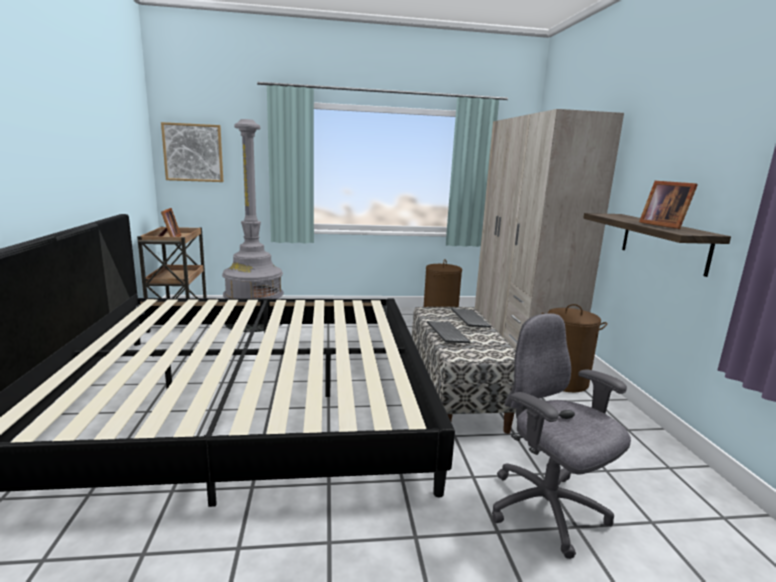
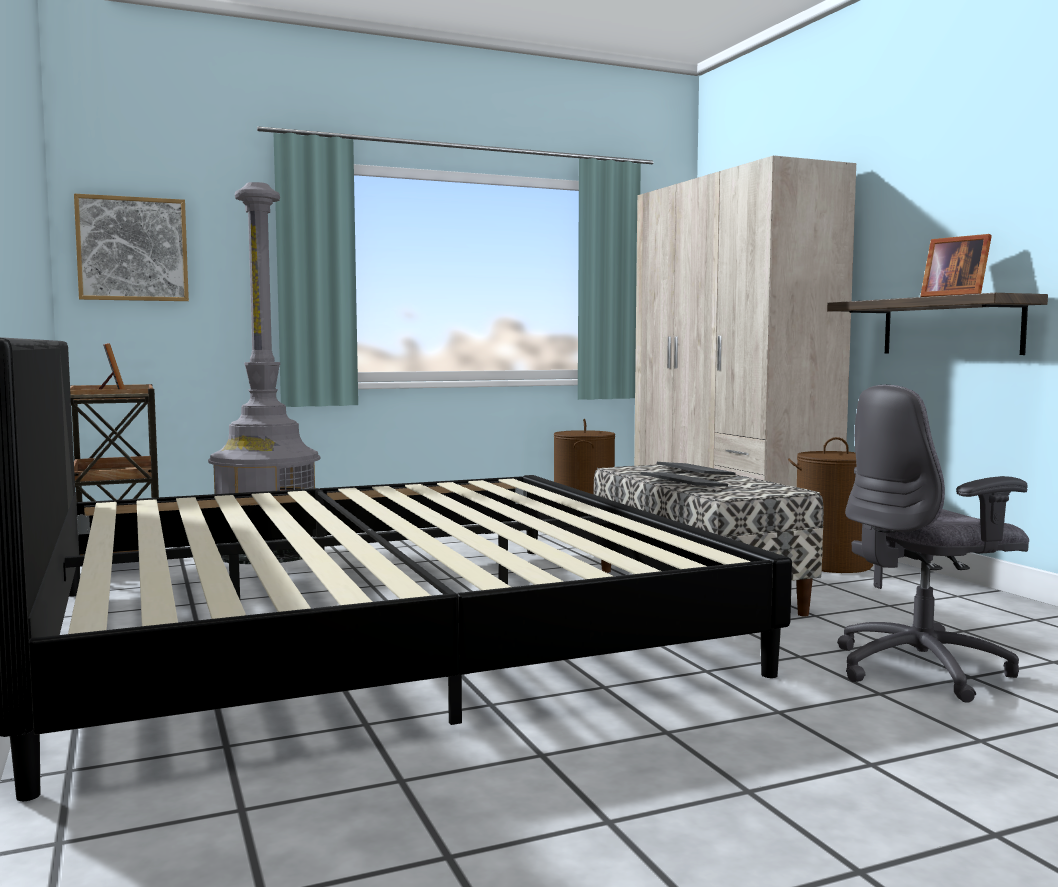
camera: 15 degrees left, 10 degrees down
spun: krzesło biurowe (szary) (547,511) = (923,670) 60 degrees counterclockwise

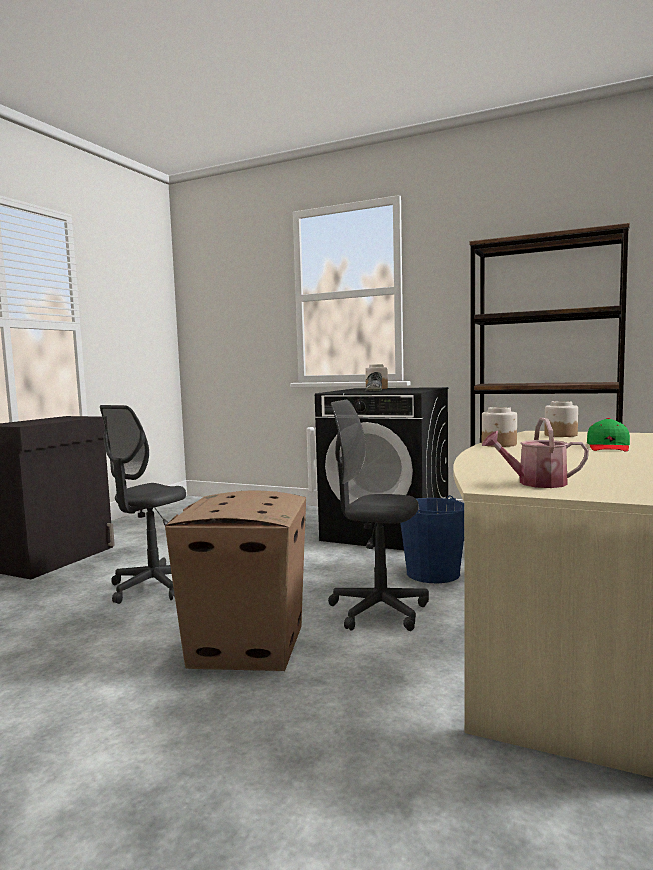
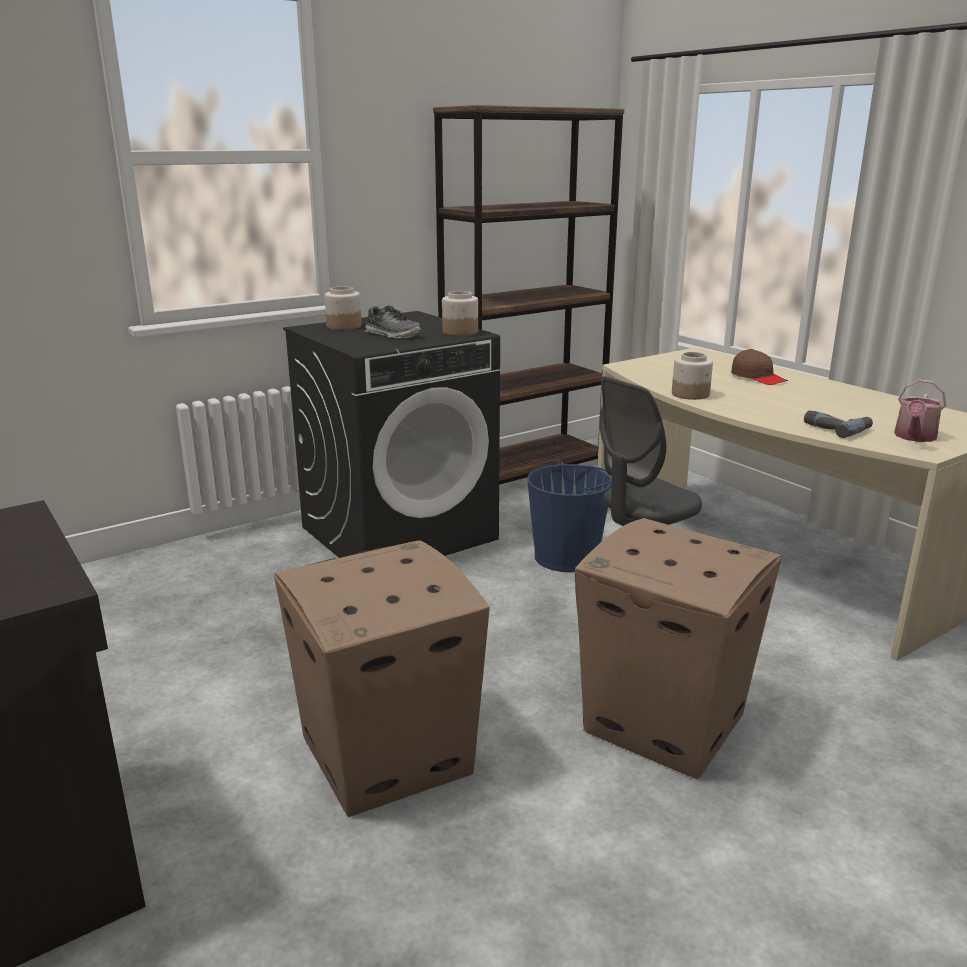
camera: 60 degrees left, 15 degrees up
appeared: wiertarka (836,428)
relocated: słoik (560,435) to (459,332)
exchanged: krzesło biurowe (szary) (153,587) to karton (383,756)
colour: czapka z daszkiem (zielony) (608,447) to czapka z daszkiem (brązowy) (758,377)

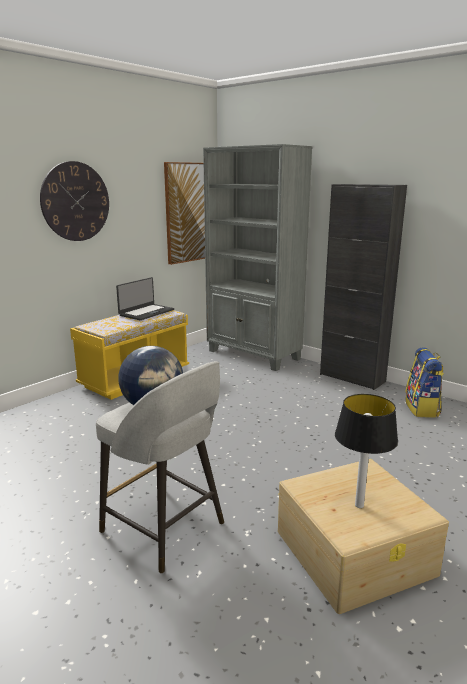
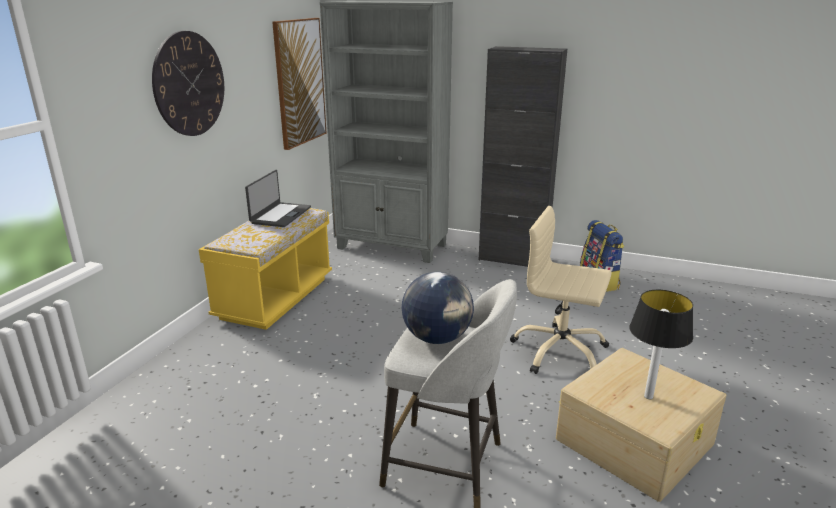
camera: 20 degrees left, 5 degrees up
appeared: krzesło biurowe (beżowy) (559,352)

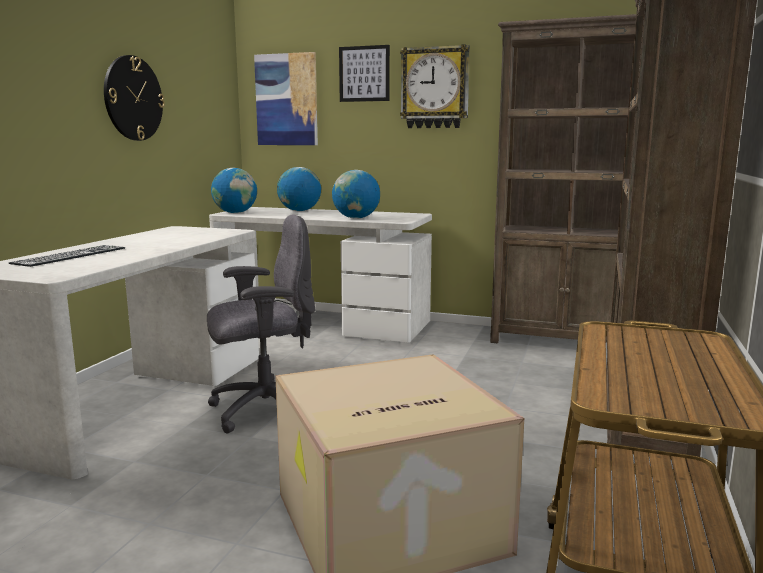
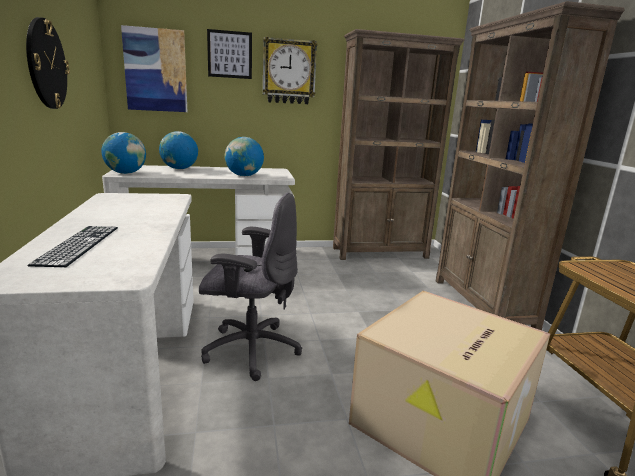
camera: 30 degrees left, 5 degrees up
spun: krzesło biurowe (szary) (264,410) = (250,349) 60 degrees clockwise

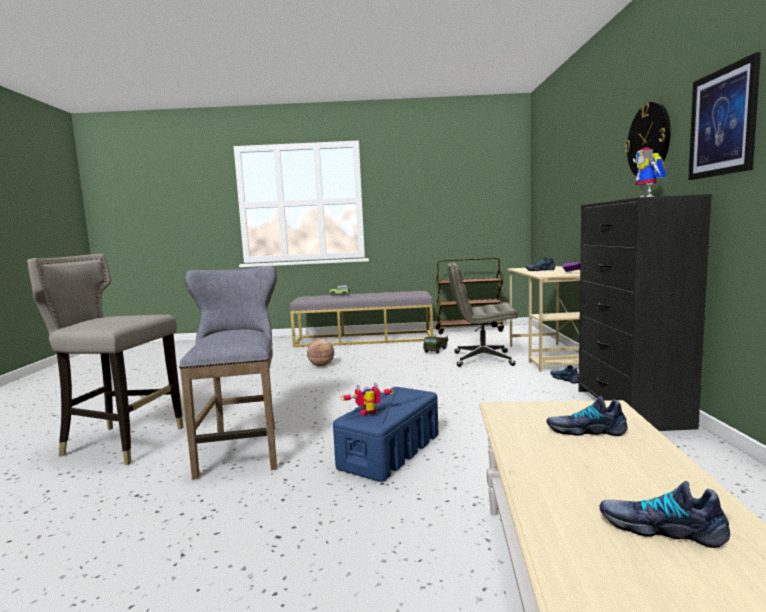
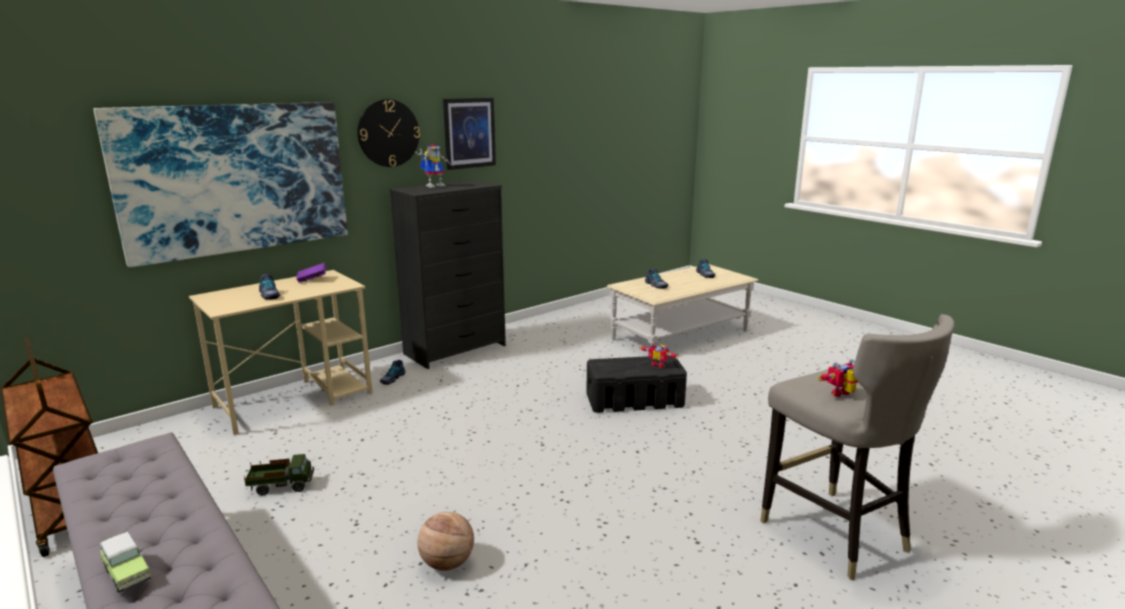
camera: 130 degrees left, 10 degrees up
missing: stołek (szary) (242,448); krzesło biurowe (szary) (482,359)
appeared: obraz (235,179); robot zabawkowy (843,395)
colour: pojemnik do przechowywania (niebieski) (389,451) to pojemnik do przechowywania (czarny) (635,400)

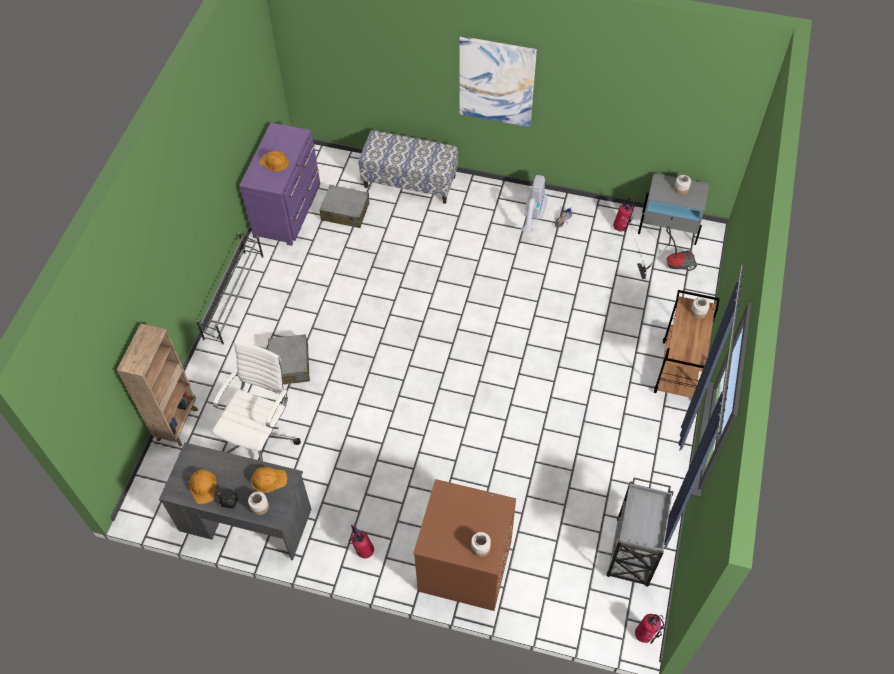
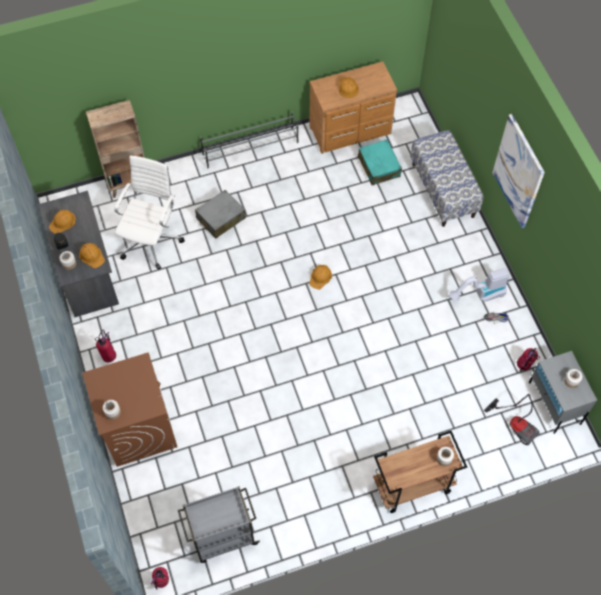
camera: 55 degrees right, 5 degrees up
appeared: kask (pomarańczowy) (320,277)
colour: komoda (fioletowy) (289,210) to komoda (brązowy) (351,131); walizka (szary) (345,212) to walizka (turkusowy) (379,166)
spun: krzesło biurowe (biały) (261,438) = (151,239) 60 degrees counterclockwise

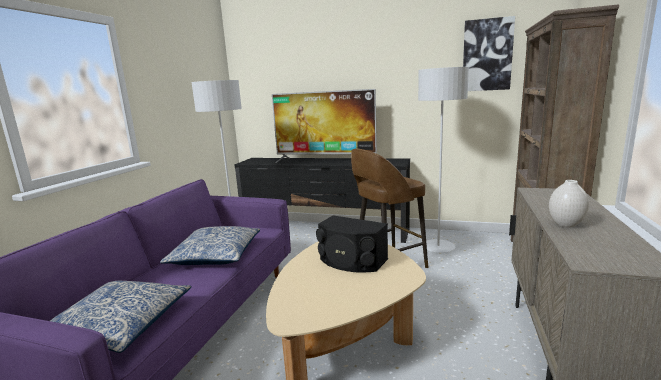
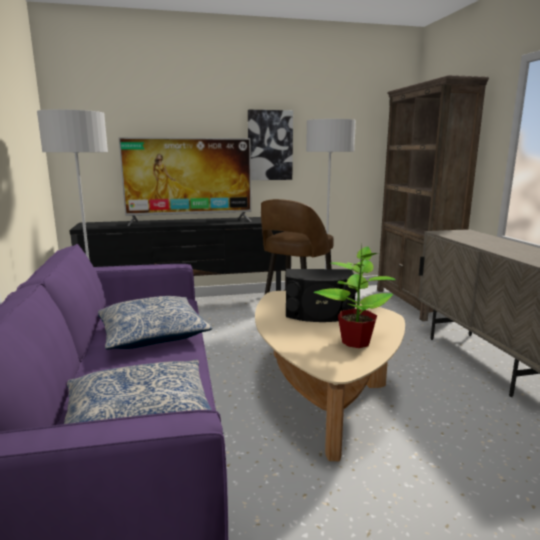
camera: 30 degrees left, 0 degrees up
missing: wazon (biały) (566,225)
appeared: roślina doniczkowa (355,341)
relocated: obraz (487,55) to (270,145)

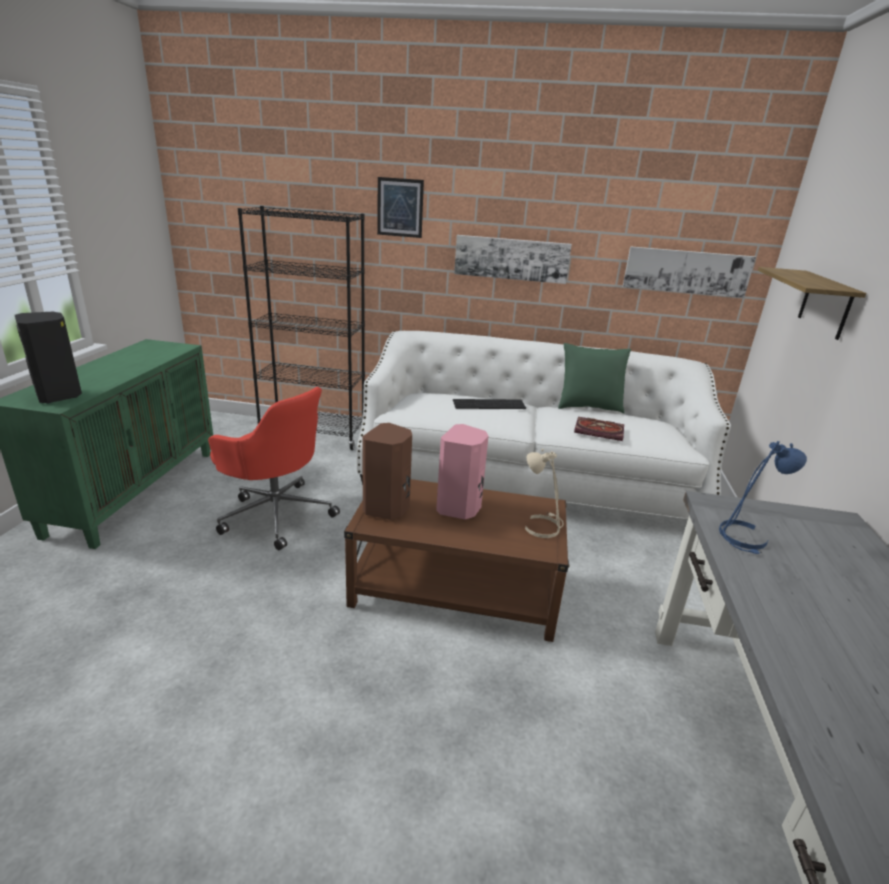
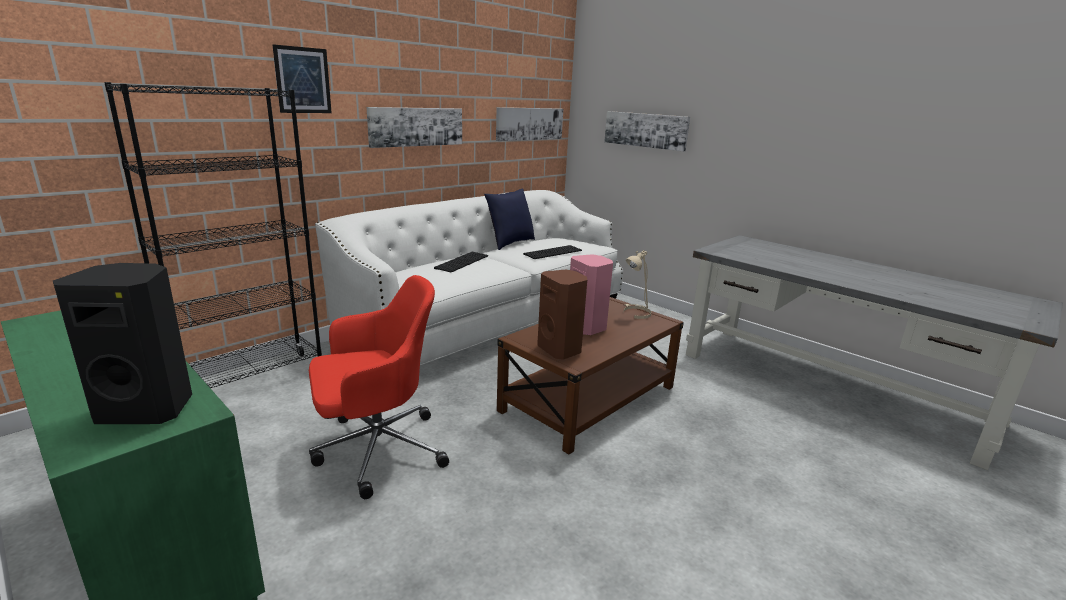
camera: 55 degrees left, 5 degrees down
missing: lampa stołowa (niebieski) (744,538)
exchanged: książka (600,431) to klawiatura (553,252); półka (825,304) to obraz (645,130)
colour: poduszka (zielony) (588,407) to poduszka (niebieski) (510,243)

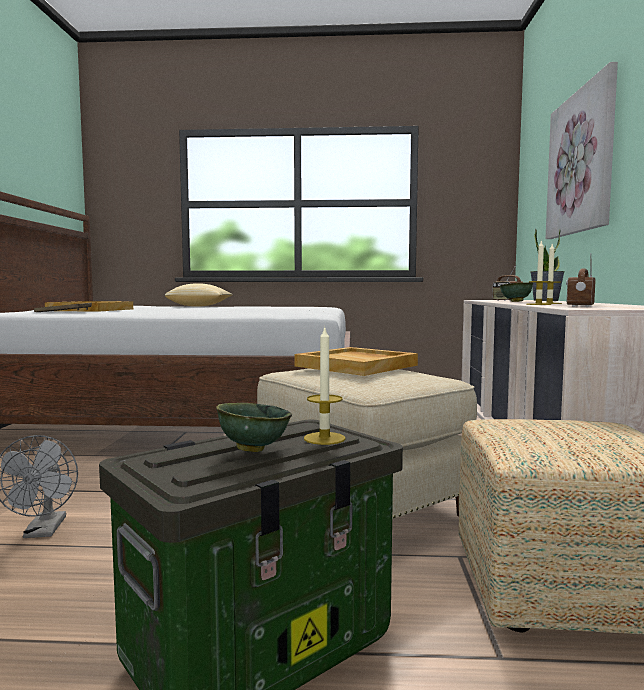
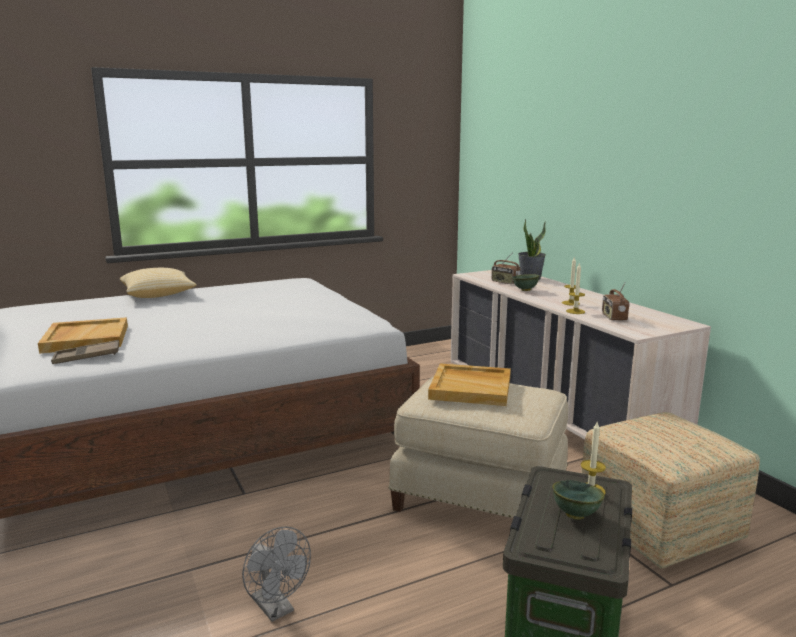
camera: 30 degrees left, 10 degrees up
missing: obraz (580,162)

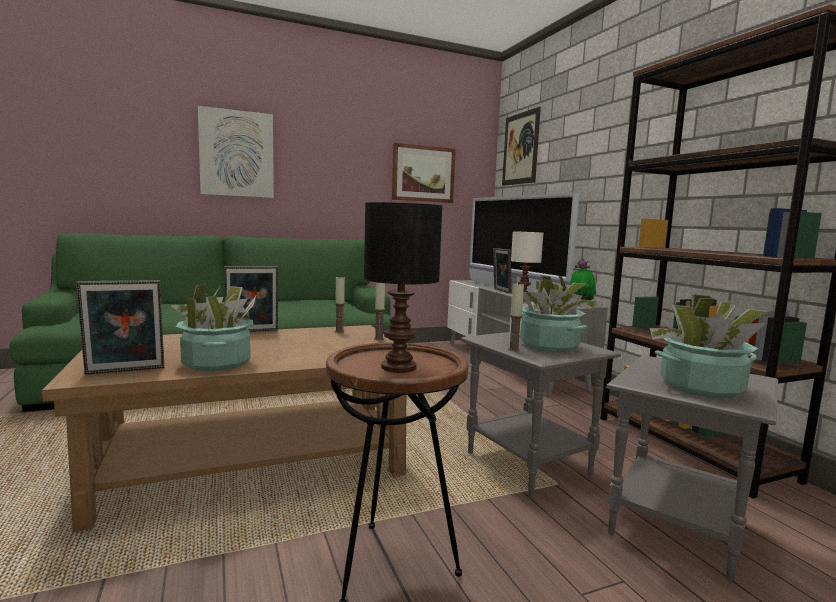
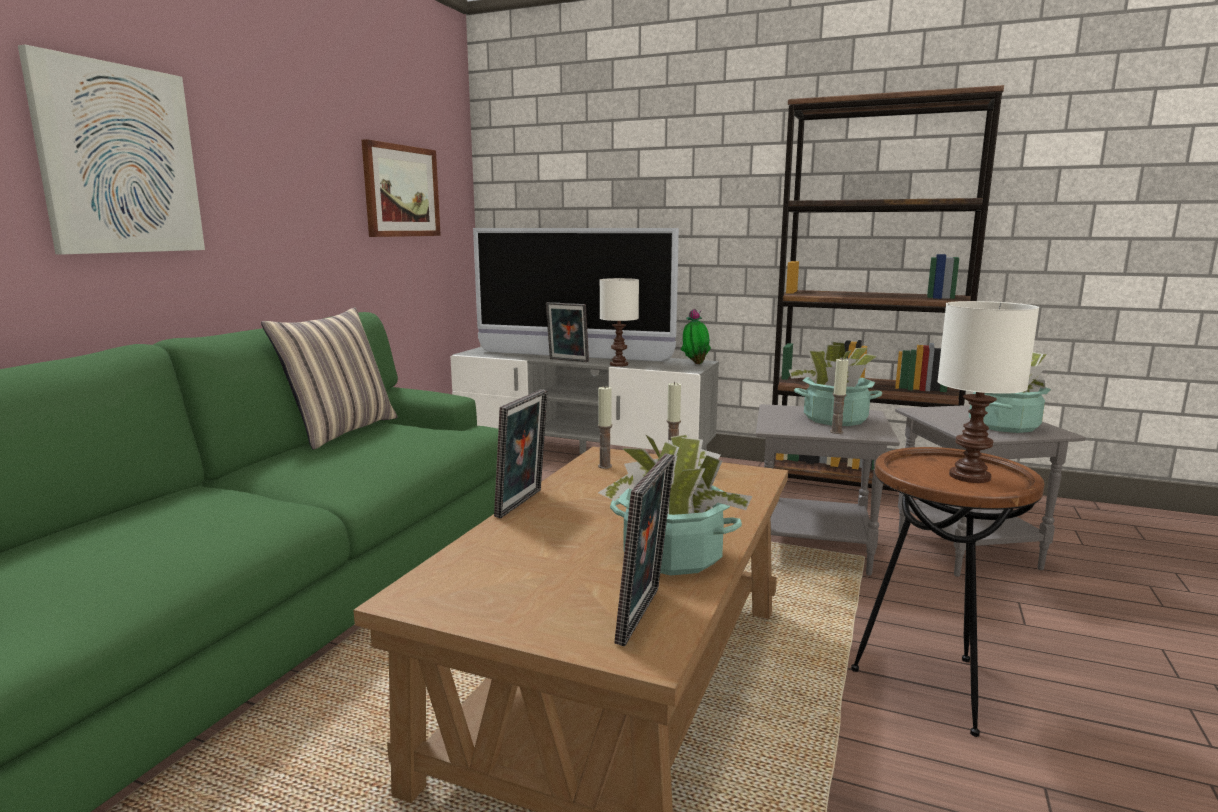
camera: 45 degrees left, 5 degrees up
missing: obraz (520,148)
appeared: poduszka (341,430)
colour: lampa stołowa (czarny) (398,368) to lampa stołowa (biały) (971,477)

